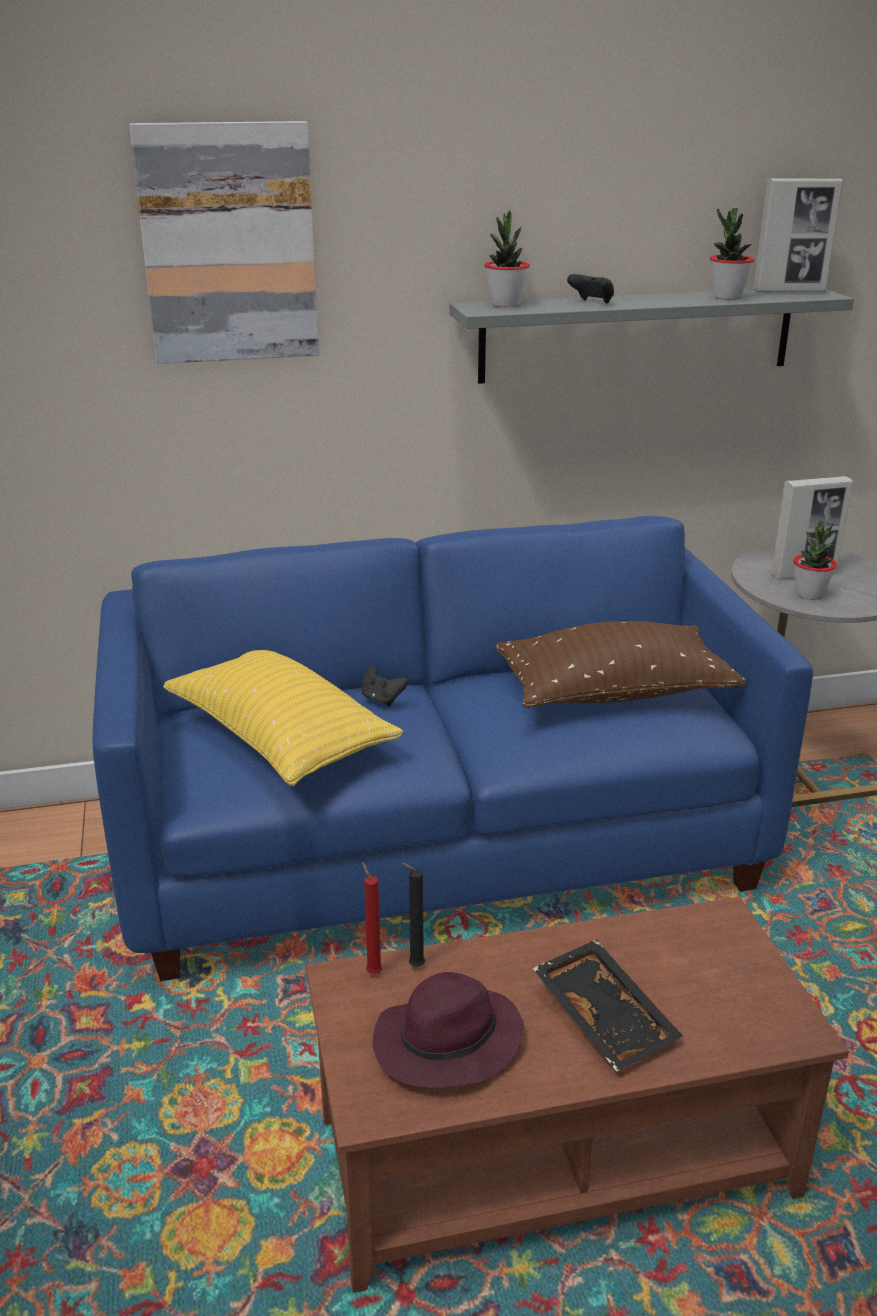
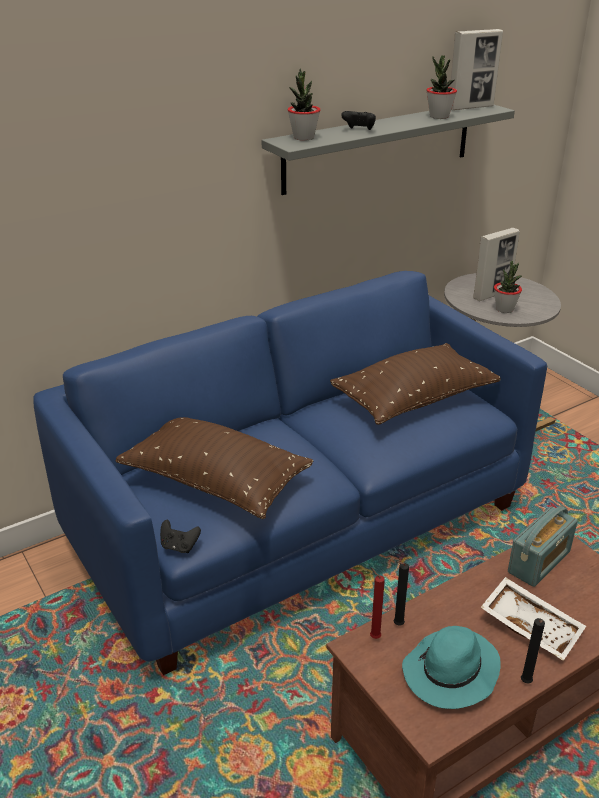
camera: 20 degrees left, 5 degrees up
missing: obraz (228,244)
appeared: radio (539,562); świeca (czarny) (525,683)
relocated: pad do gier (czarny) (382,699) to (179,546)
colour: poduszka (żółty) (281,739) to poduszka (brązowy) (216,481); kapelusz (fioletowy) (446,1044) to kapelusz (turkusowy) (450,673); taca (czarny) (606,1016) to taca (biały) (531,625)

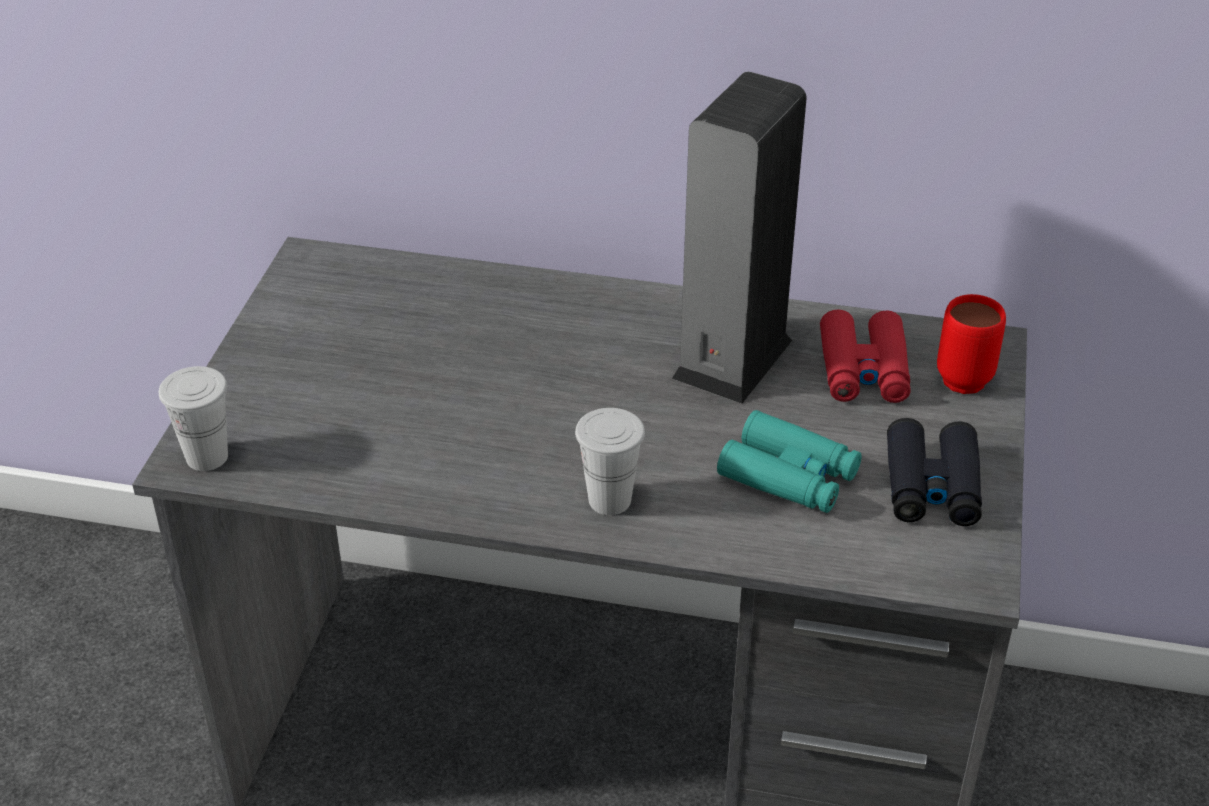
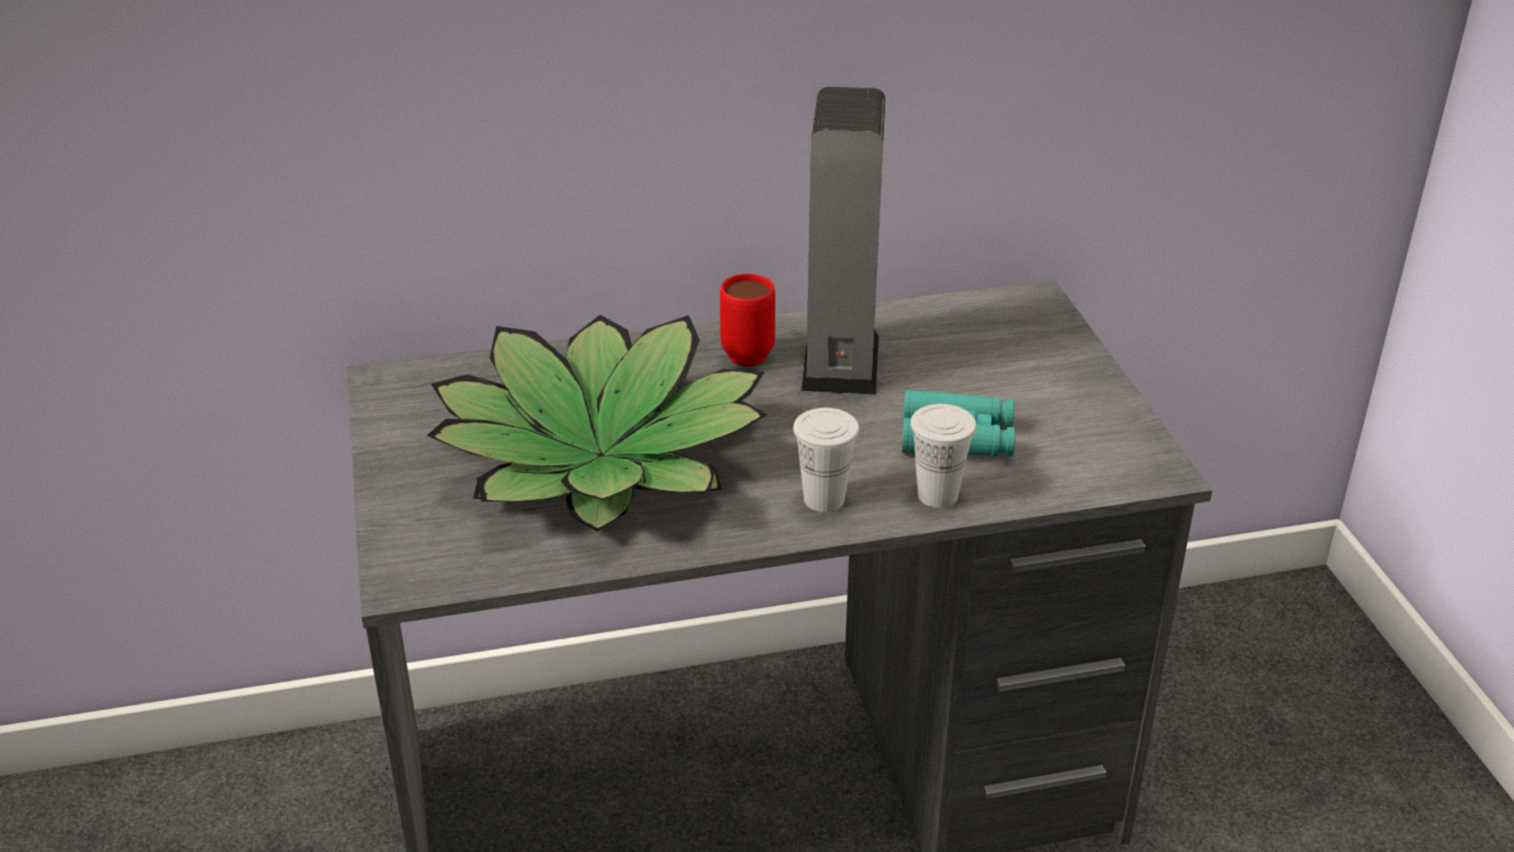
camera: 25 degrees left, 5 degrees down
missing: lornetka (czerwony) (863,370); lornetka (czarny) (932,486)
appeared: roślina doniczkowa (599,455)
relocated: filiżanka (biały) (207,457) to (937,495); kubek (czerwony) (962,374) to (743,351)

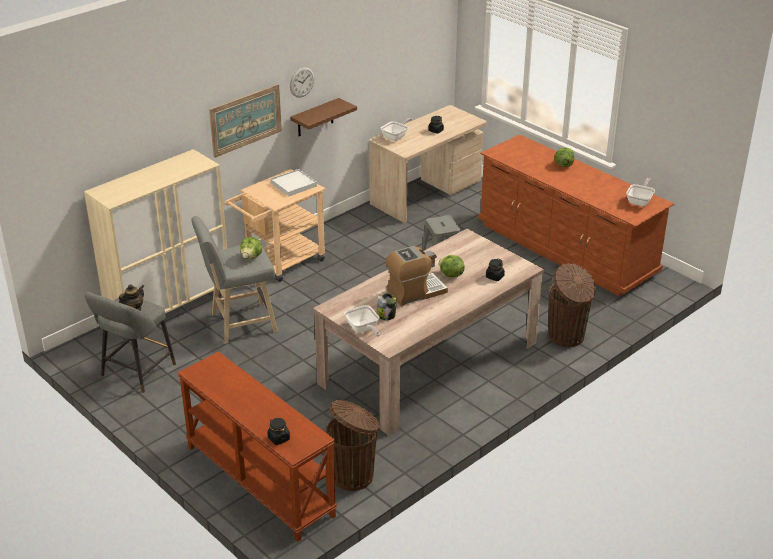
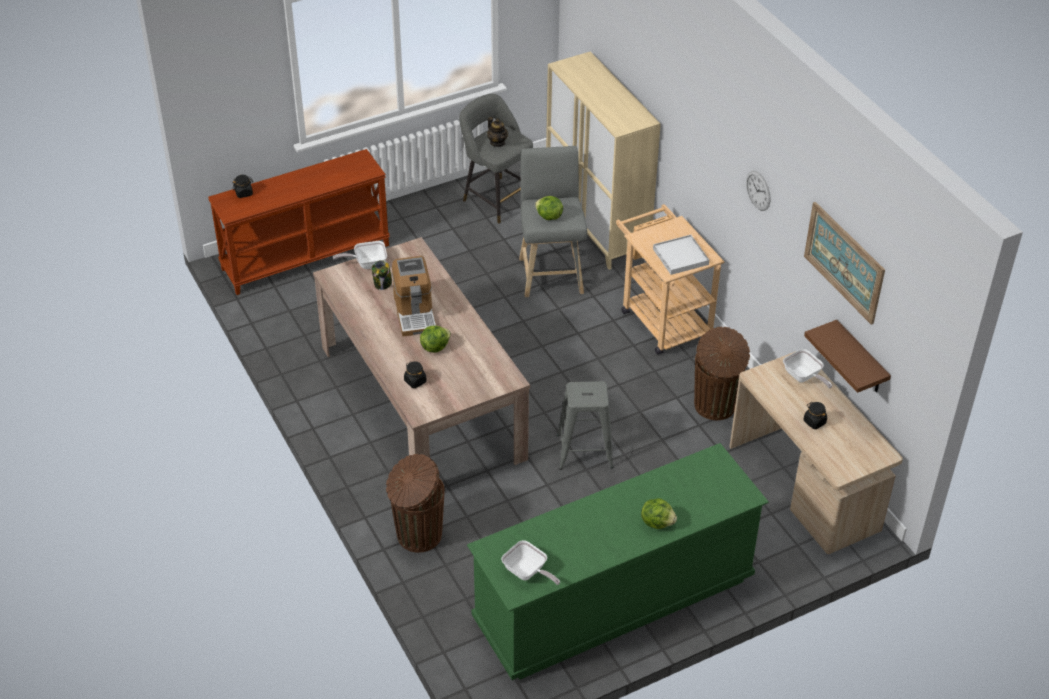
camera: 105 degrees right, 10 degrees up
relocated: obraz (245,120) to (844,262); półka (brązowy) (315,118) to (860,359); kosz na śmieci (brązowy) (354,475) to (715,406)
colour: komoda (brązowy) (565,249) to komoda (zielony) (613,599)

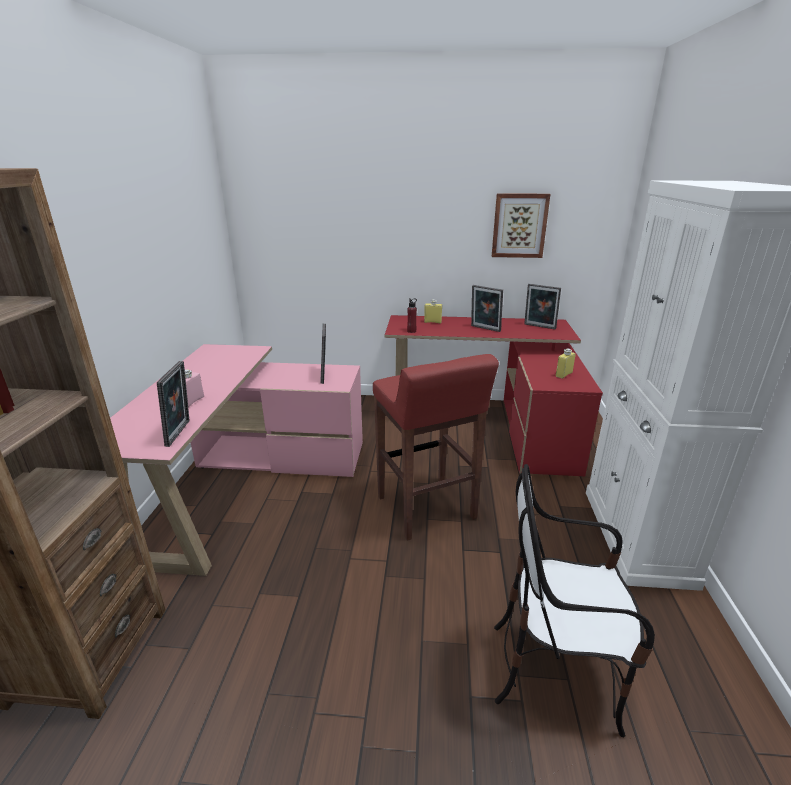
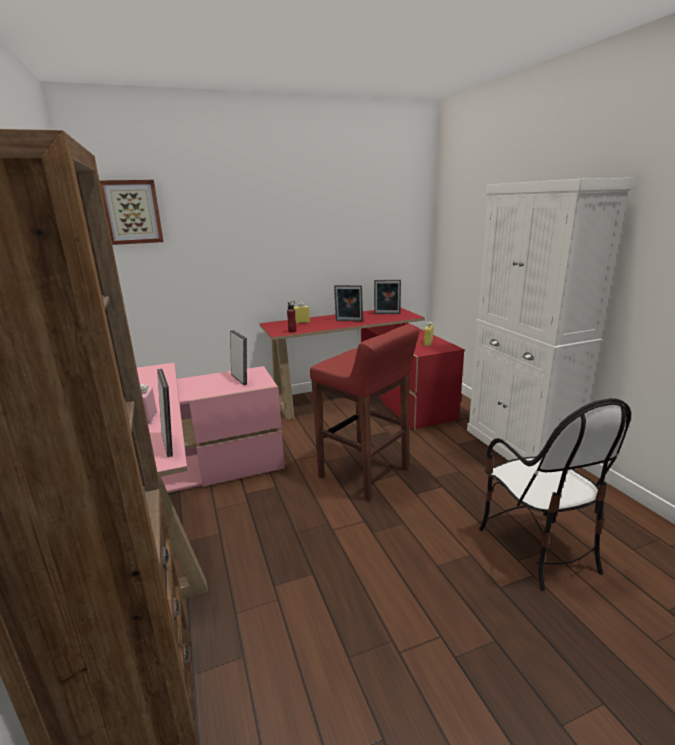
camera: 25 degrees left, 5 degrees down
relocated: obraz (519,225) to (132,212)
spun: krzesło (555,670) = (537,547) 90 degrees counterclockwise

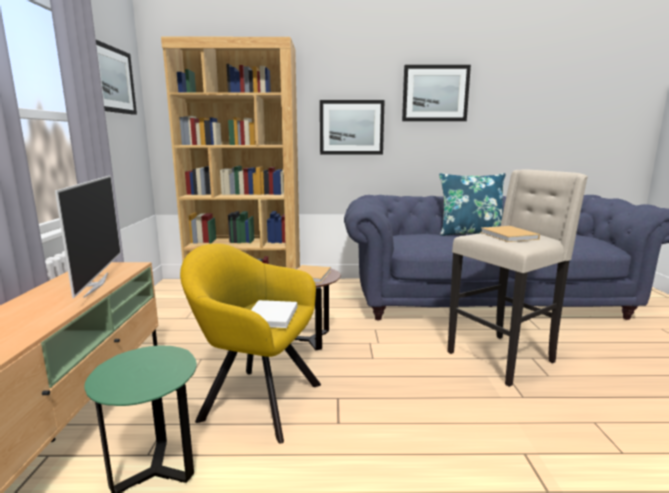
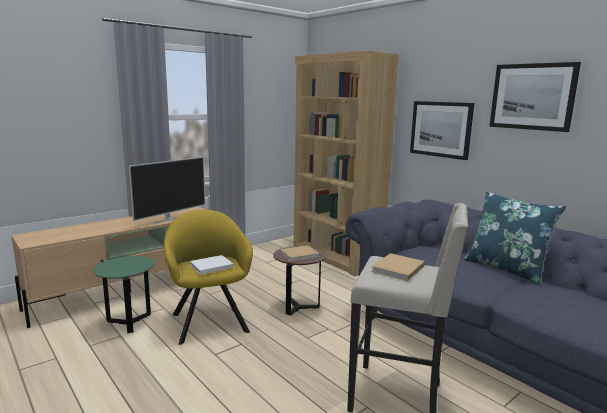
camera: 50 degrees right, 0 degrees up
missing: obraz (112,80)

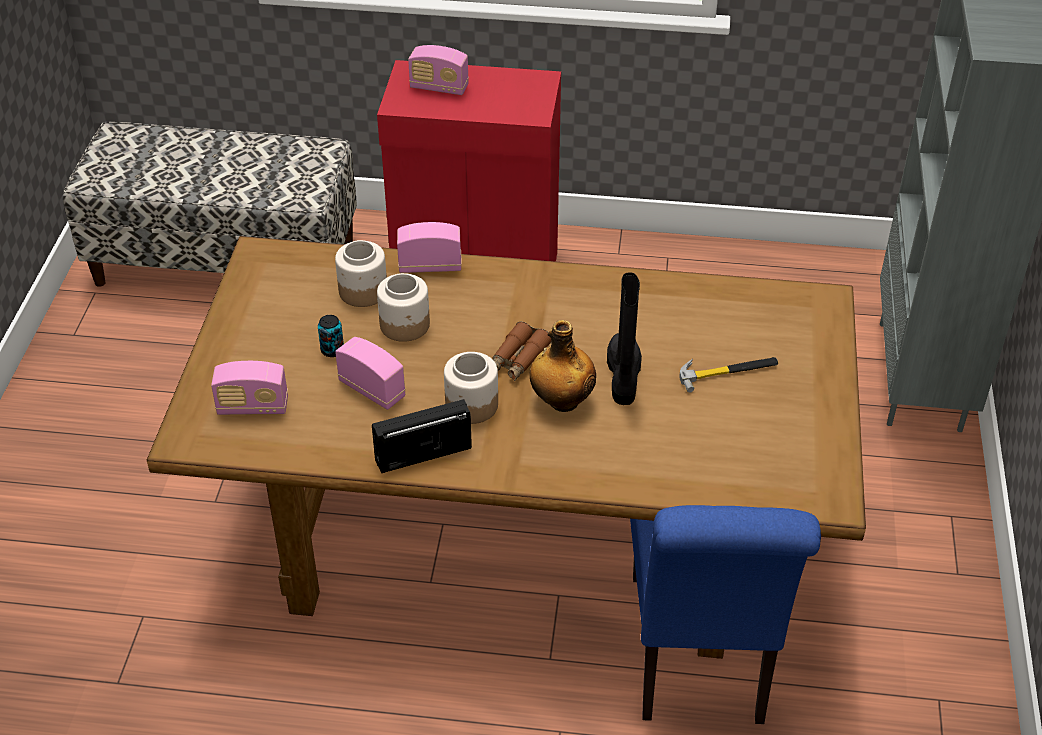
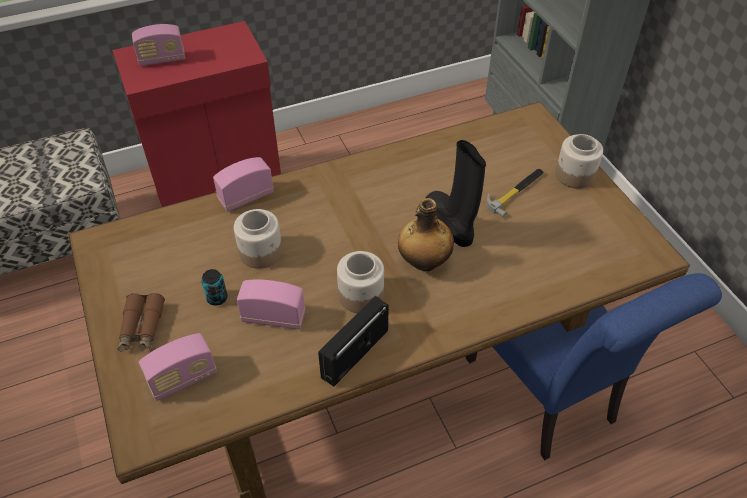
camera: 30 degrees left, 5 degrees up
relocated: słoik (362,291) to (574,175); lornetka (brązowy) (518,359) to (142,328)

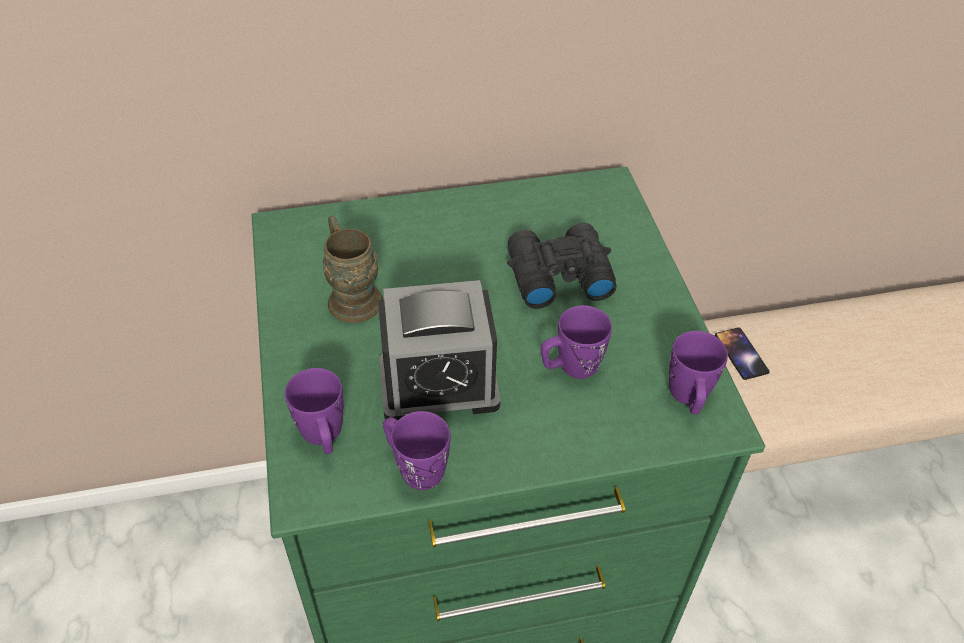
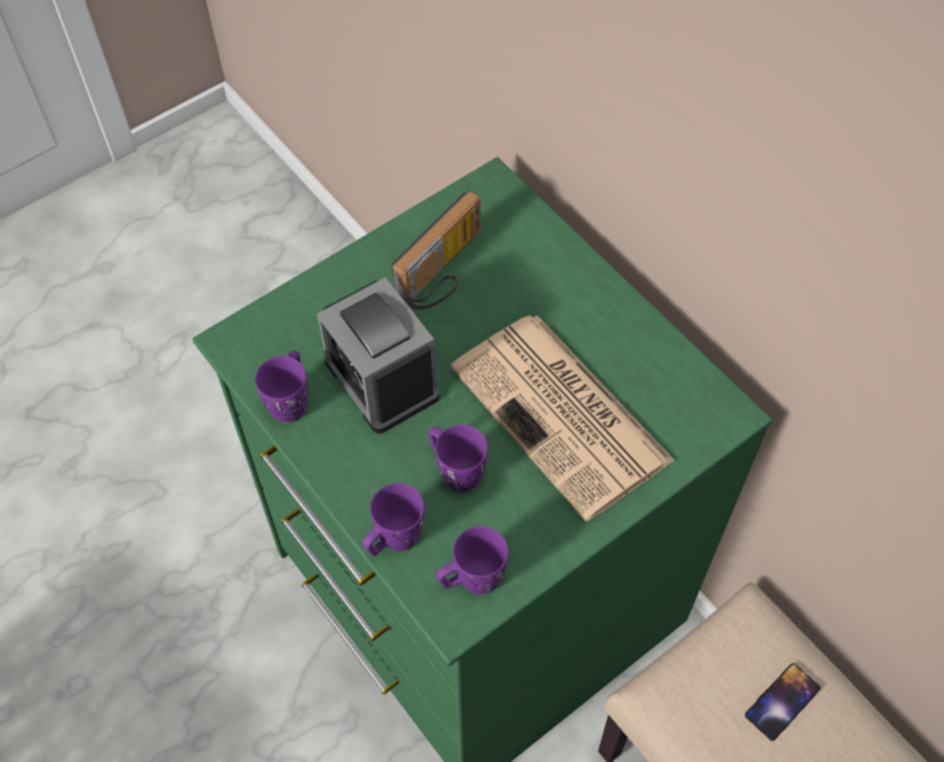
camera: 65 degrees right, 10 degrees up
relocated: kubek (fioletowy) (323,436) to (393,540)
exchanged: kubek (brązowy) (351,294) to radio (444,272); lornetka (czarny) (556,275) to gazeta (563,416)

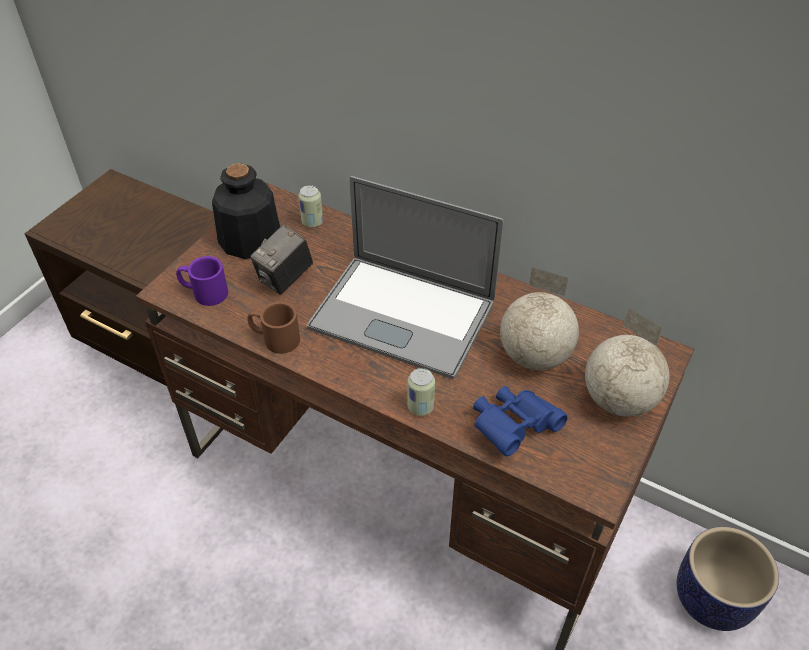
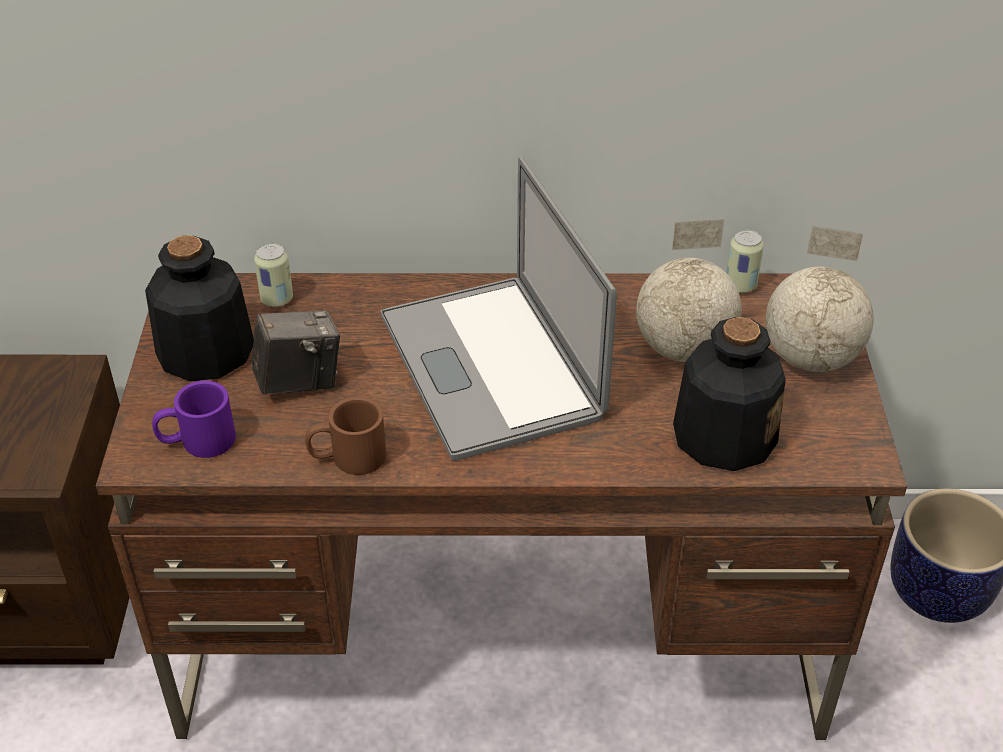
camera: 30 degrees left, 5 degrees down
relocated: puszka (420,407) to (740,285)
exchanged: lornetka (niebieski) (513,427) to butelka (723,435)
spun: aparat fotograficzny (285,279) = (299,381) 120 degrees counterclockwise; laptop (402,315) = (490,365) 75 degrees clockwise

